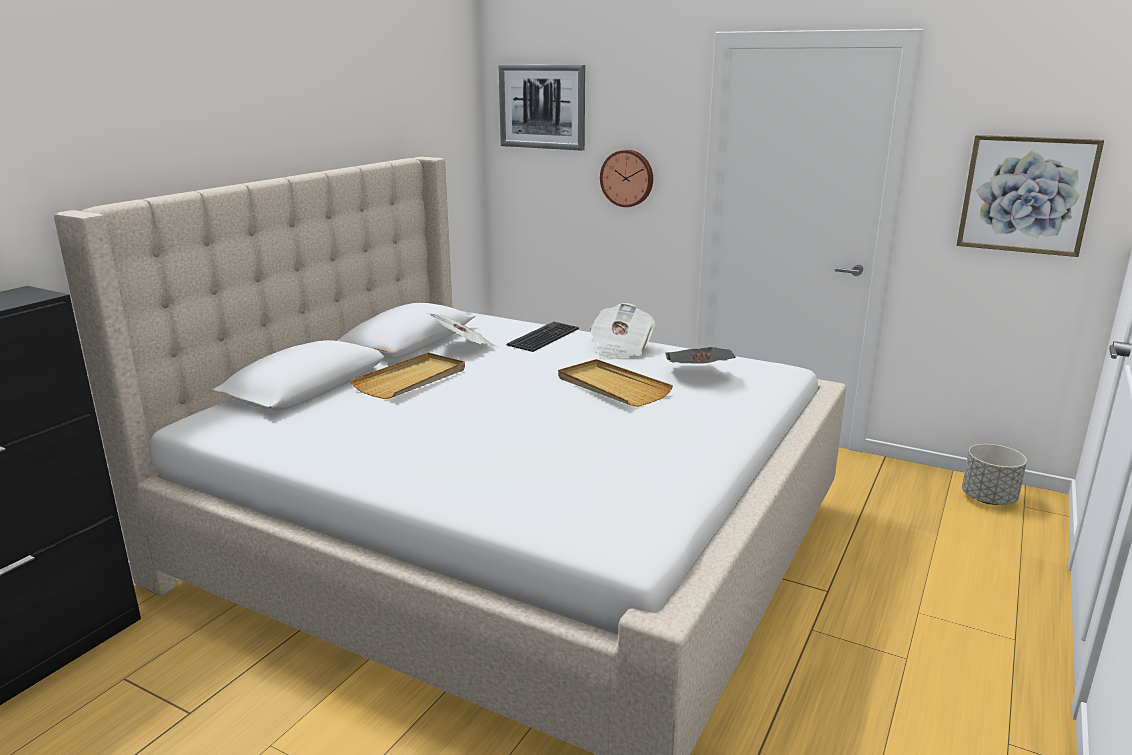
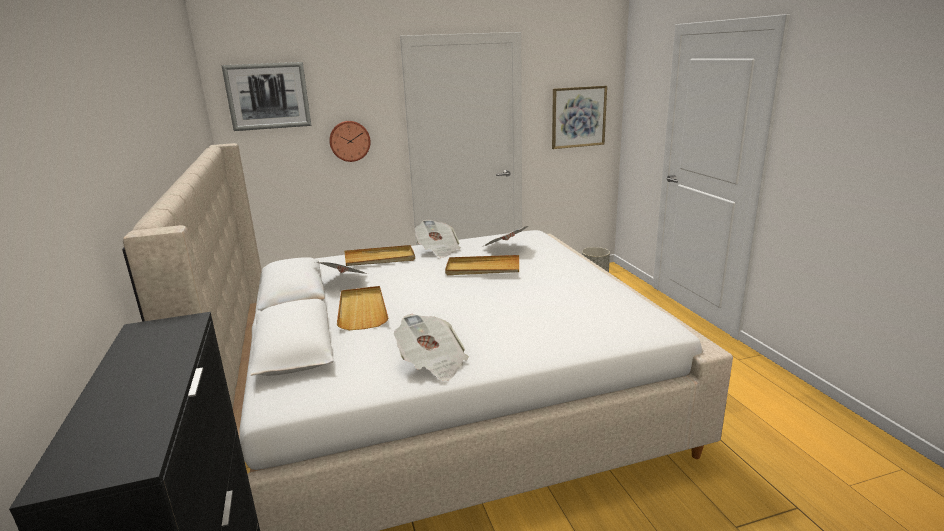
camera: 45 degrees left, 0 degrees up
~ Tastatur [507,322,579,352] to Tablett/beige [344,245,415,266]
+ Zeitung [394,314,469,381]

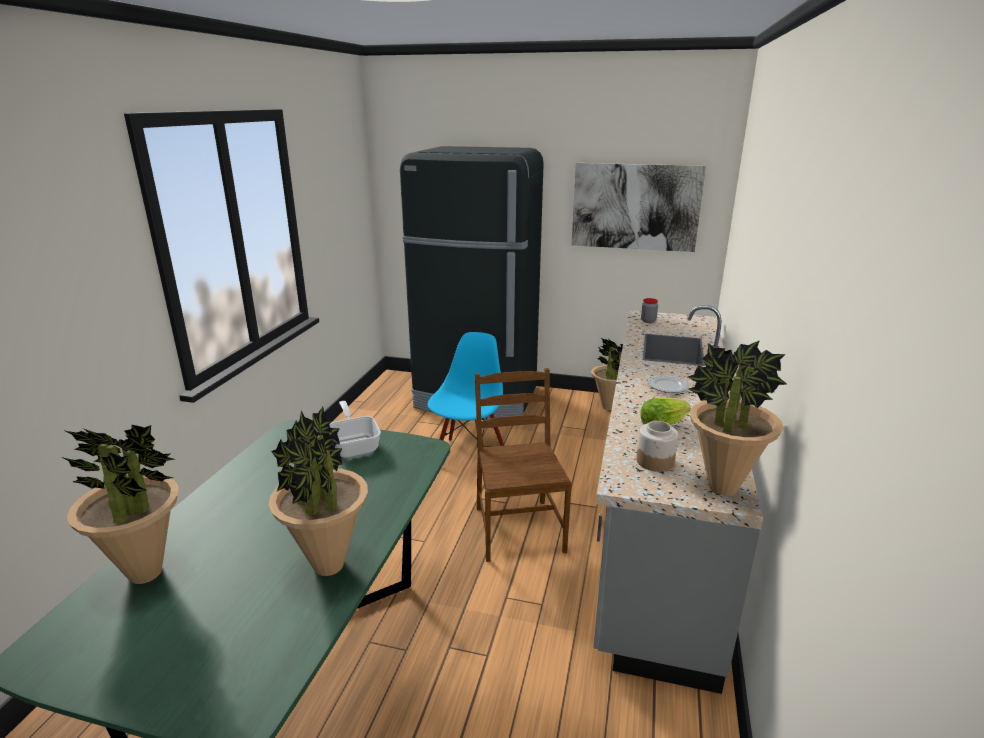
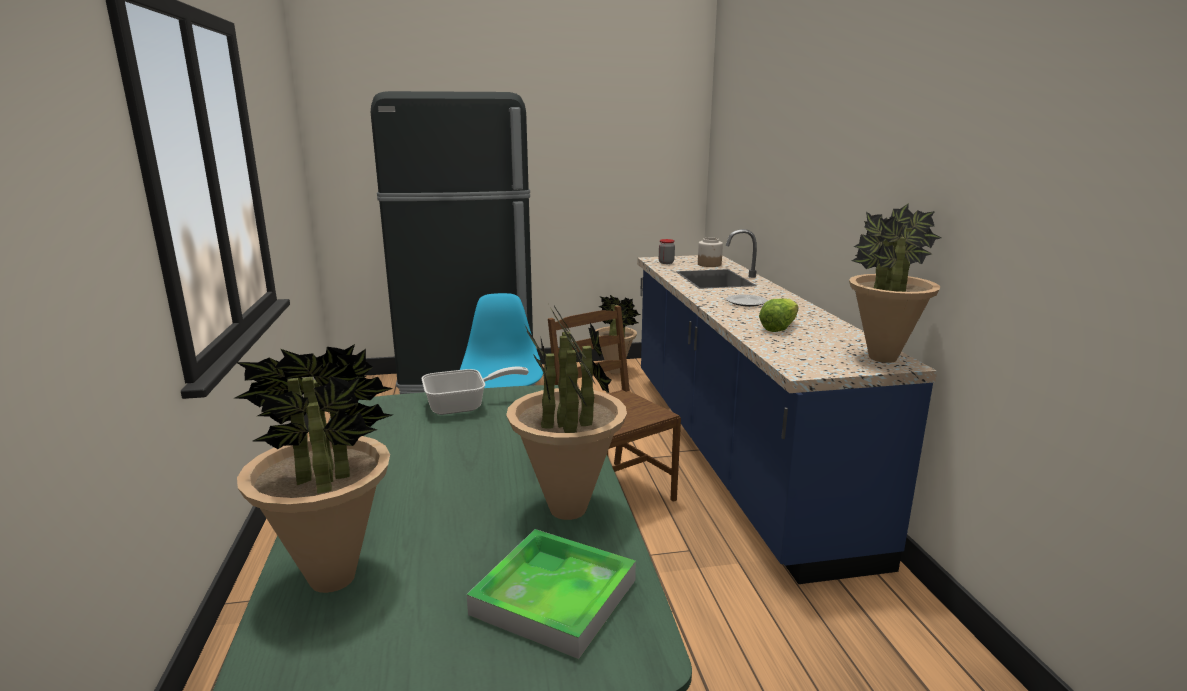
camera: 25 degrees left, 5 degrees down
~ Pfanne [330,401,381,458] = [421,367,529,415] 120 degrees clockwise
- Bild [571,163,706,252]
~ Küchenzeile/grau [594,305,763,694] to Küchenzeile/blau [637,229,937,584]
~ Vorratsglas [636,421,678,472] to [698,238,723,267]
+ Tablett [467,529,636,660]

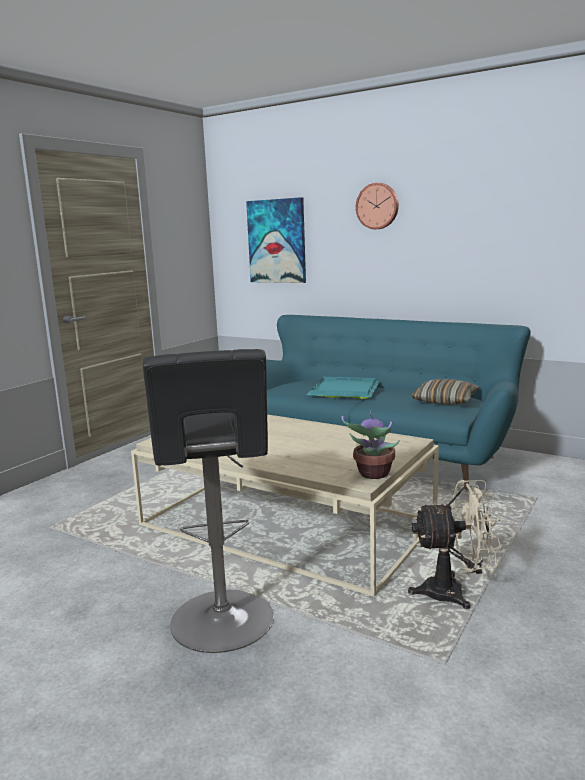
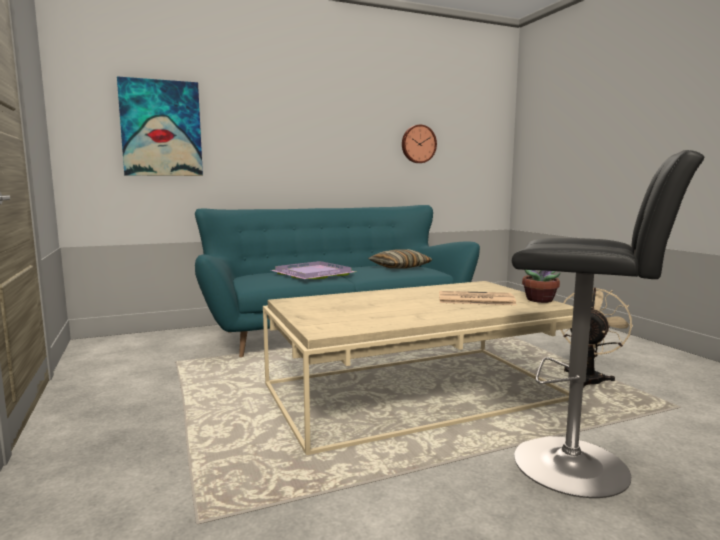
camera: 55 degrees left, 5 degrees down
~ Tablett/türkis [307,377,380,399] to Tablett/lila [271,261,356,279]
~ Wanduhr [356,183,399,229] to [402,125,437,163]
+ Zeitung [439,291,516,305]

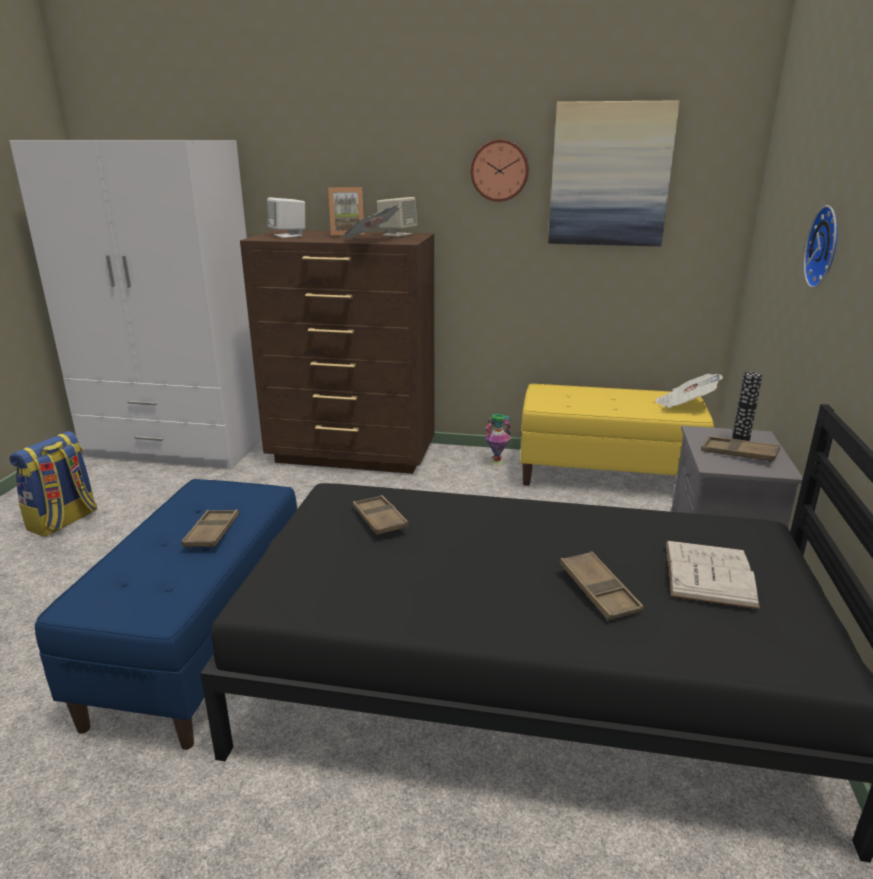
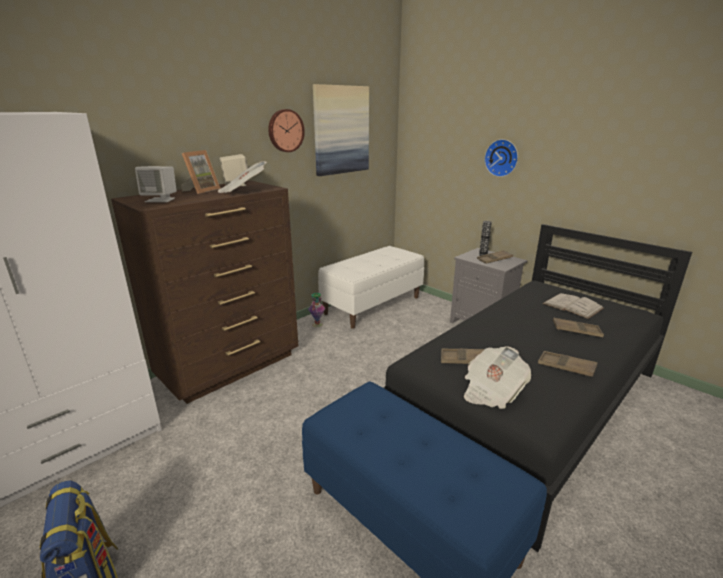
camera: 55 degrees left, 0 degrees up
~ Tablett/braun [181,509,239,548] to [538,351,598,377]
~ Bank/gelb [520,384,714,486] to Bank/weiß [318,246,424,329]
~ Zeitung [655,374,723,408] to [464,347,531,409]

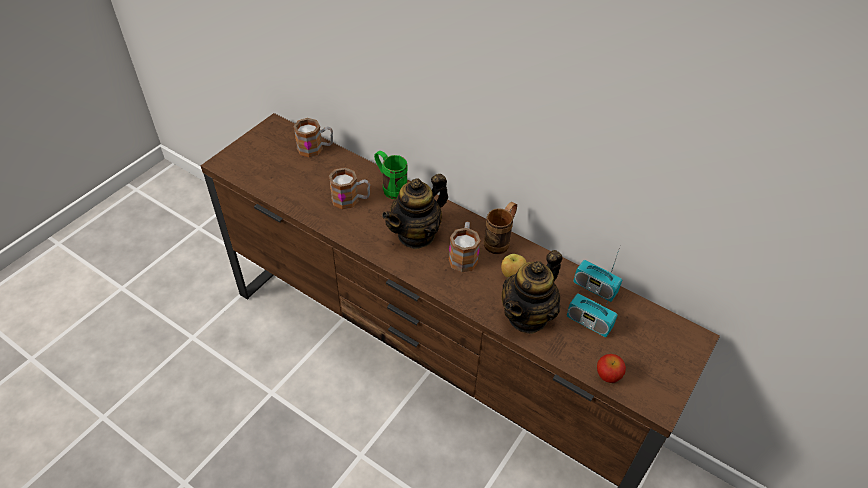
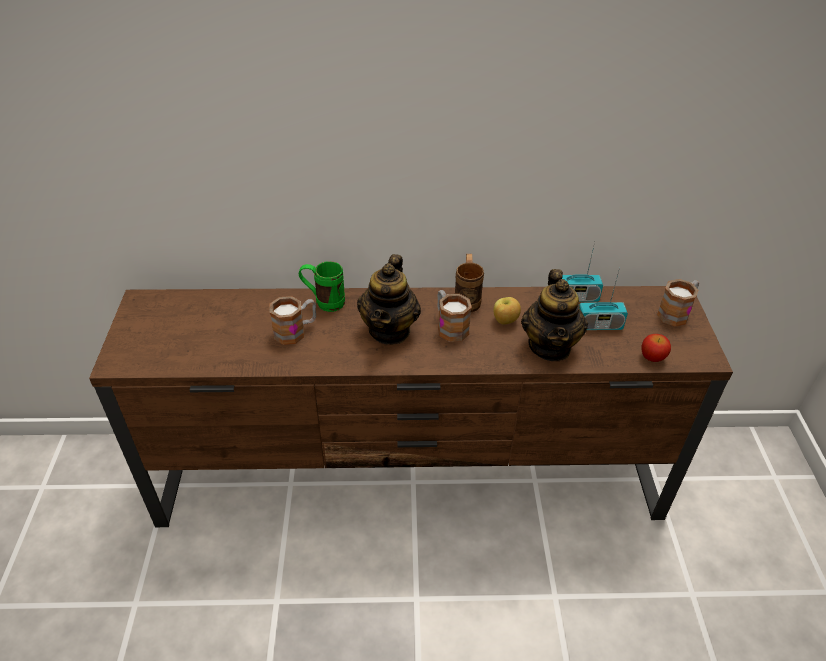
camera: 35 degrees left, 5 degrees down
~ Henkelbecher [293,118,333,157] to [657,279,699,327]

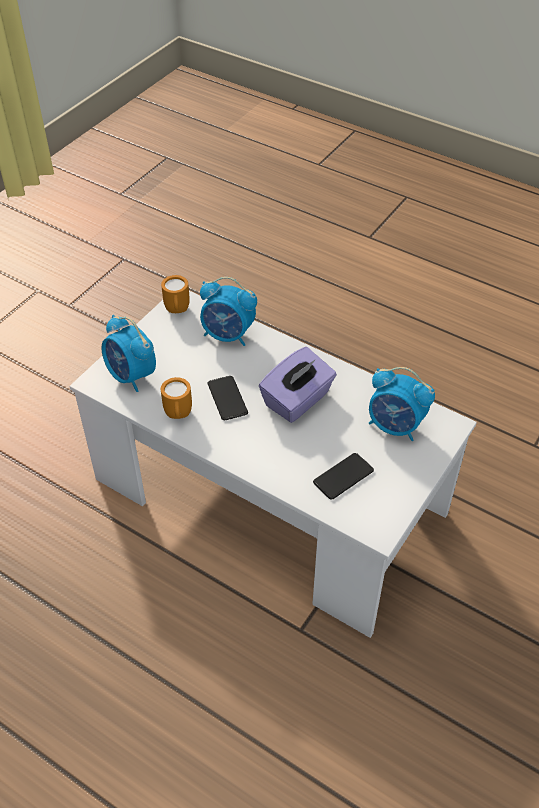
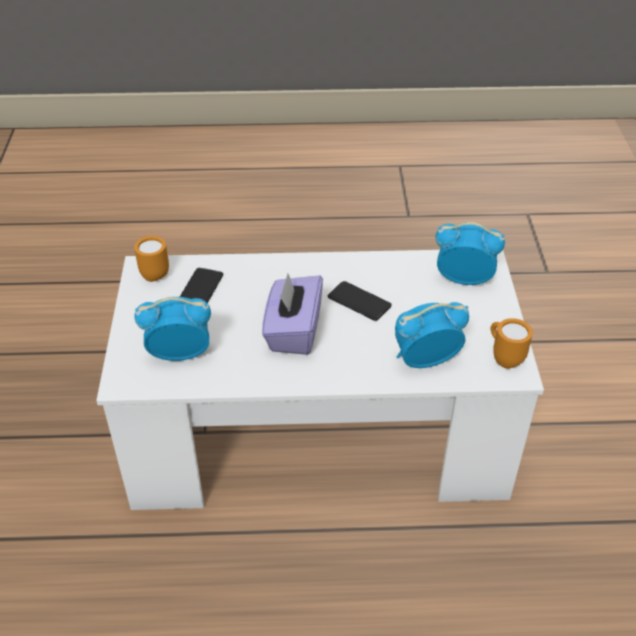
camera: 145 degrees right, 5 degrees down
~ Henkelbecher/orange [161,377,192,419] to [134,236,169,282]

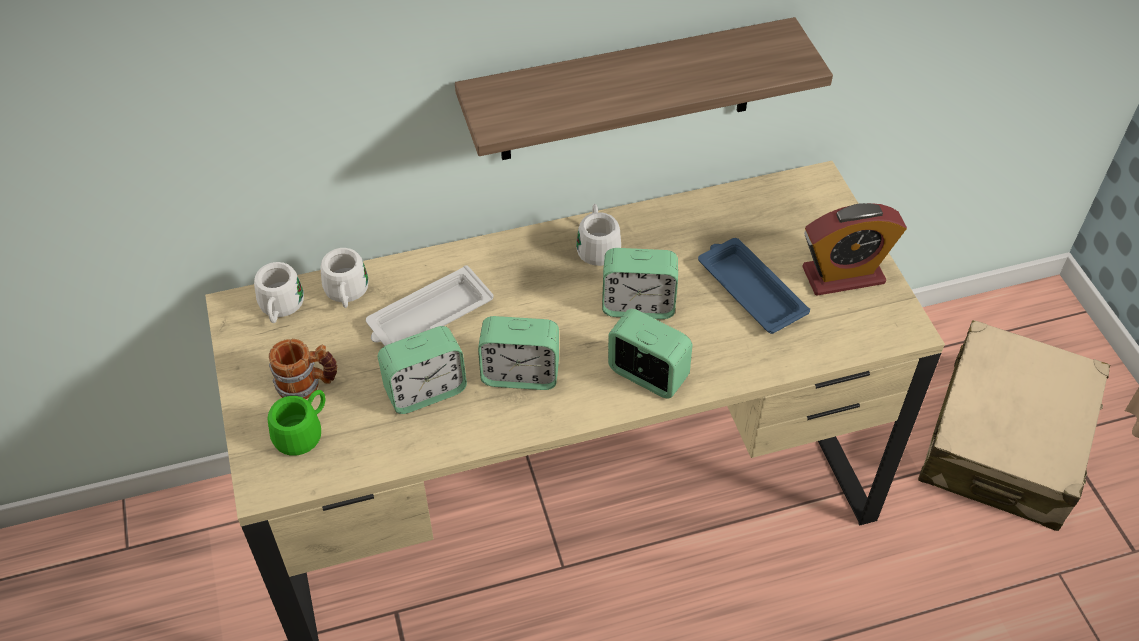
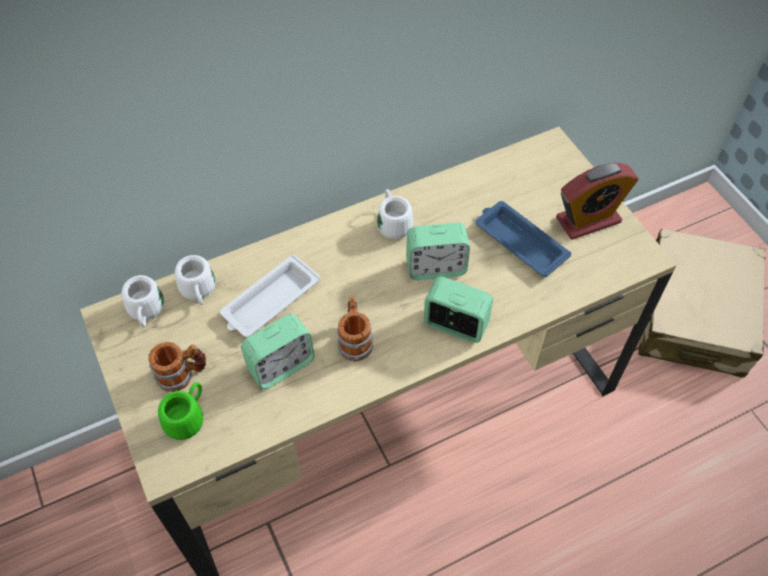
camera: 10 degrees left, 5 degrees up
- Wandregal [455,17,833,160]
~ Wecker [478,316,559,390] to Henkelbecher [337,296,373,361]

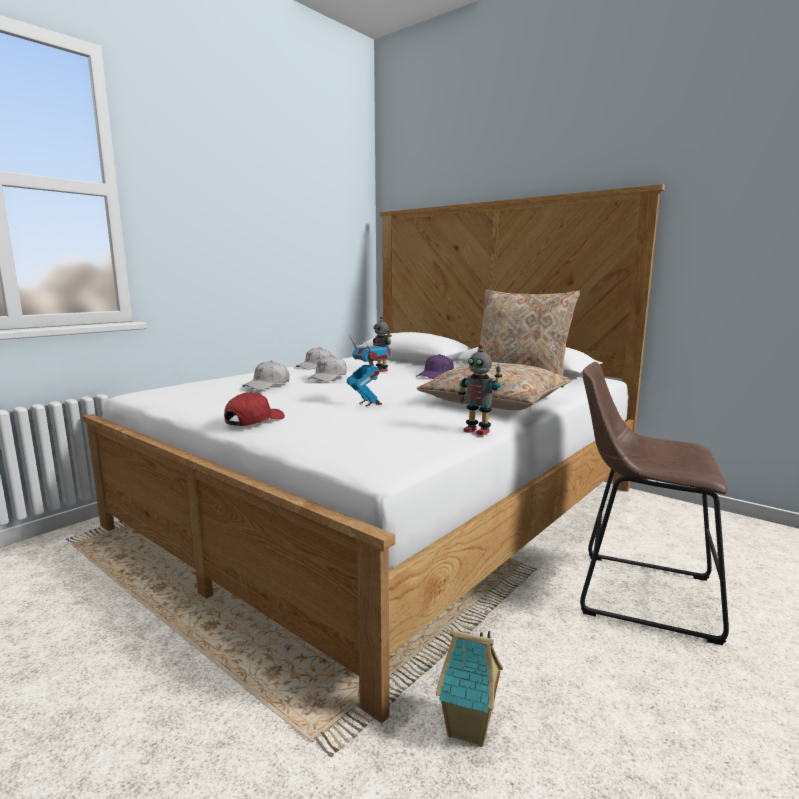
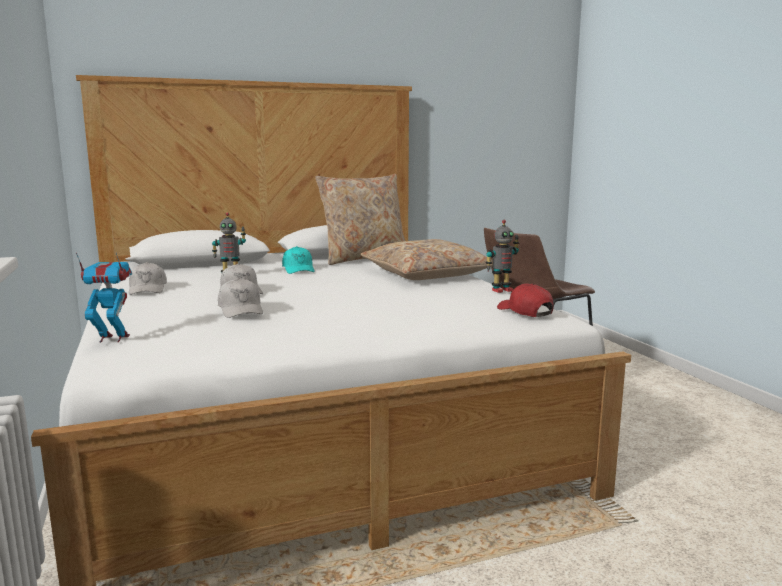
camera: 60 degrees left, 0 degrees up
~ Kappe/rot [224,392,285,426] to [497,284,554,317]
~ Spielzeugroboter [347,337,392,406] to [76,253,132,343]
~ Kappe/lila [417,354,454,379] to Kappe/türkis [282,246,315,274]
- Spielzeughaus [436,630,503,747]

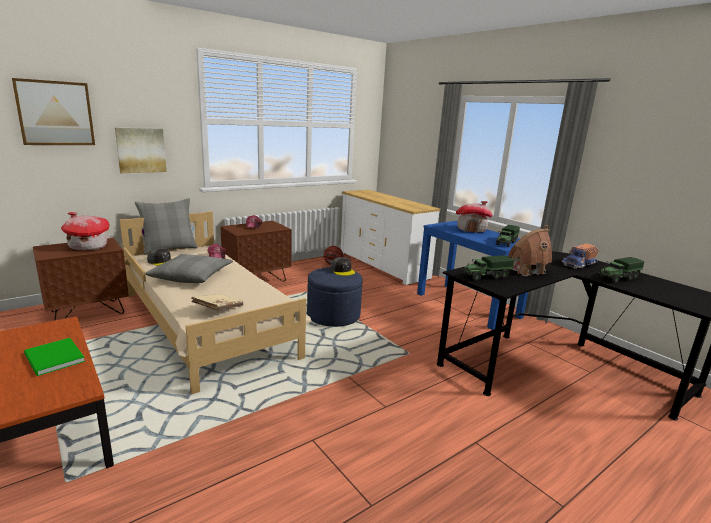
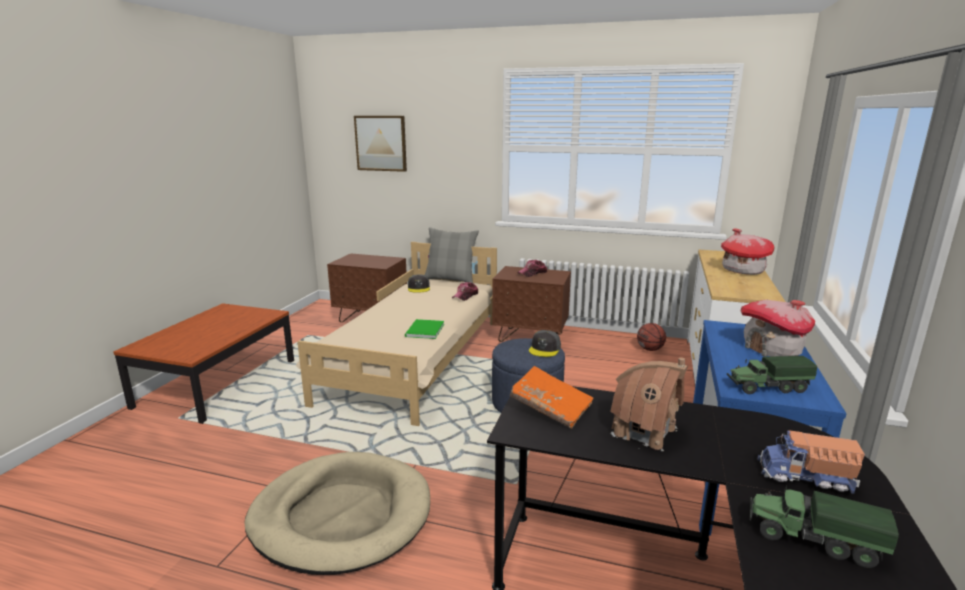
camera: 55 degrees right, 0 degrees up
~ Buch/grün [24,338,85,376] to [405,319,444,339]
~ Spielzeughaus [61,212,110,250] to [721,228,775,275]
- Bild [115,128,166,173]
- Kissen/grau [145,254,233,283]
- Buch/beige [192,294,243,310]
~ Spielzeuglaster [462,255,514,281] to Buch/orange [510,366,593,429]
+ Hundebett/beige [244,452,430,575]

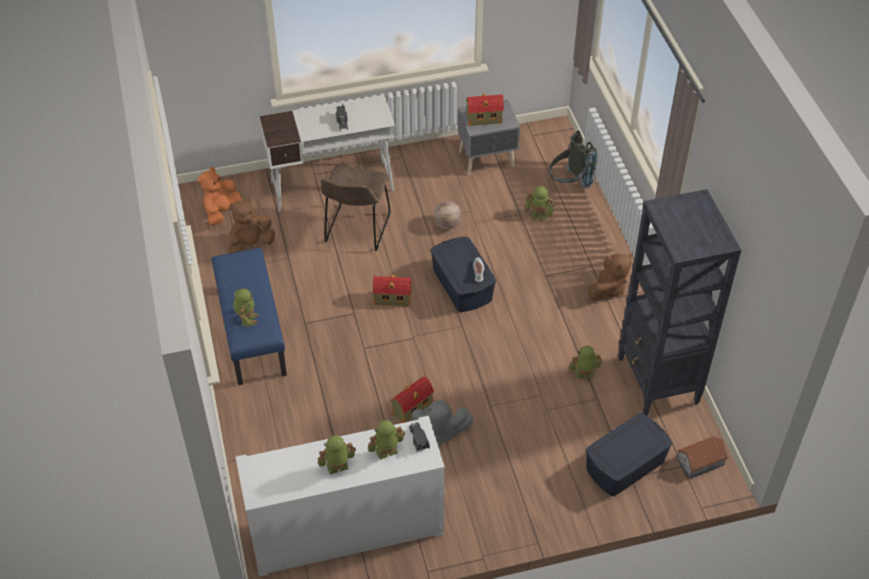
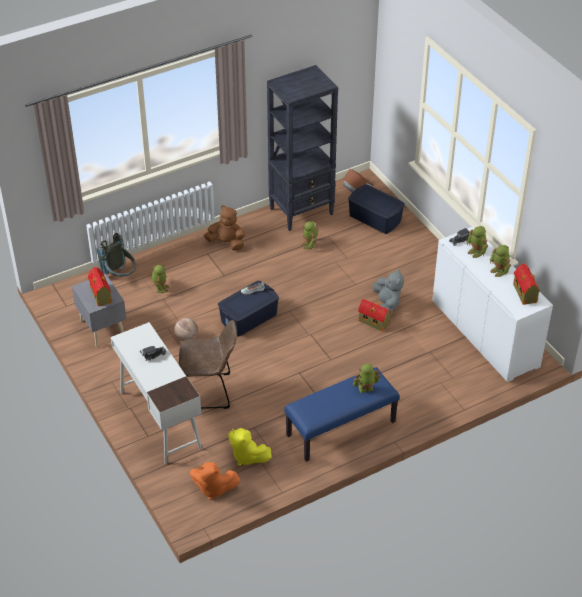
camera: 105 degrees left, 5 degrees down
~ Plüschtier/braun [228,199,275,253] to Plüschtier/gelb [228,428,272,466]
~ Spielzeughaus [373,274,412,307] to [513,264,540,305]

